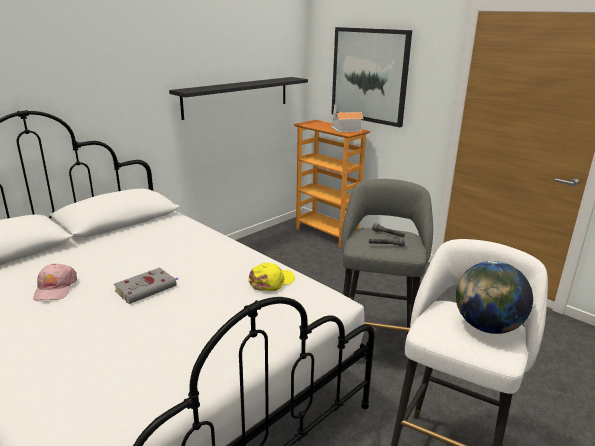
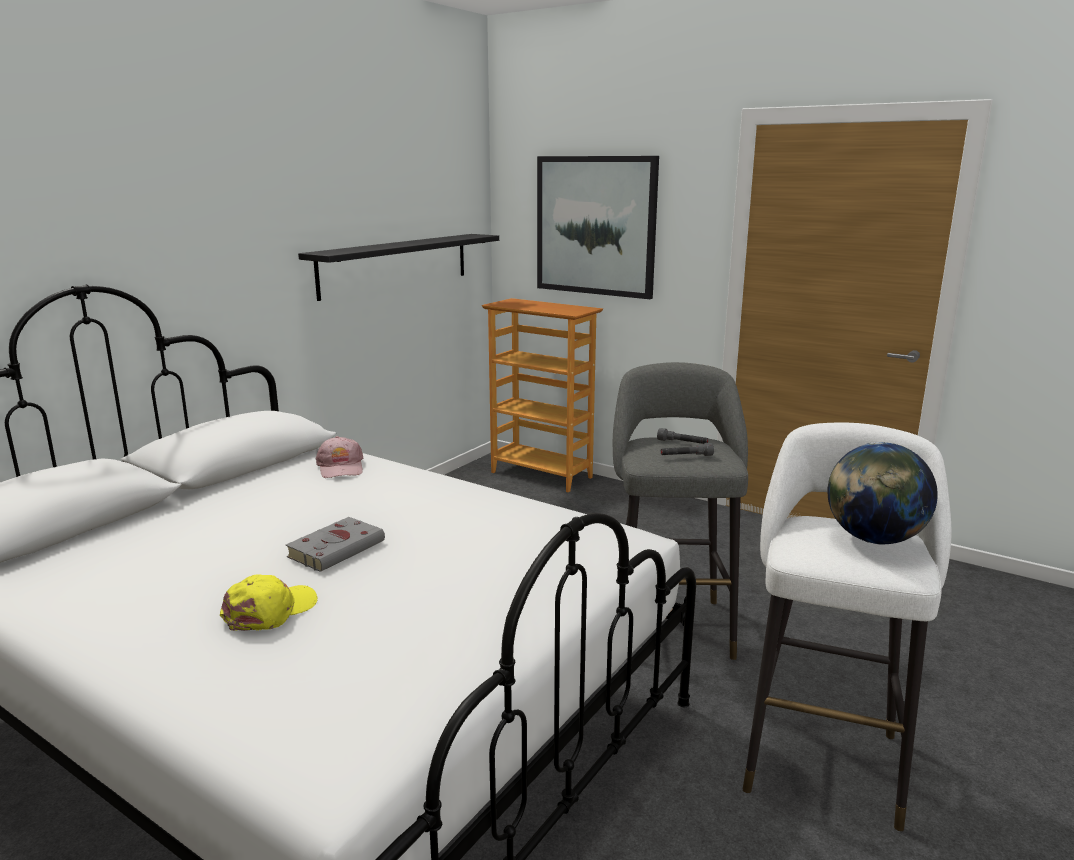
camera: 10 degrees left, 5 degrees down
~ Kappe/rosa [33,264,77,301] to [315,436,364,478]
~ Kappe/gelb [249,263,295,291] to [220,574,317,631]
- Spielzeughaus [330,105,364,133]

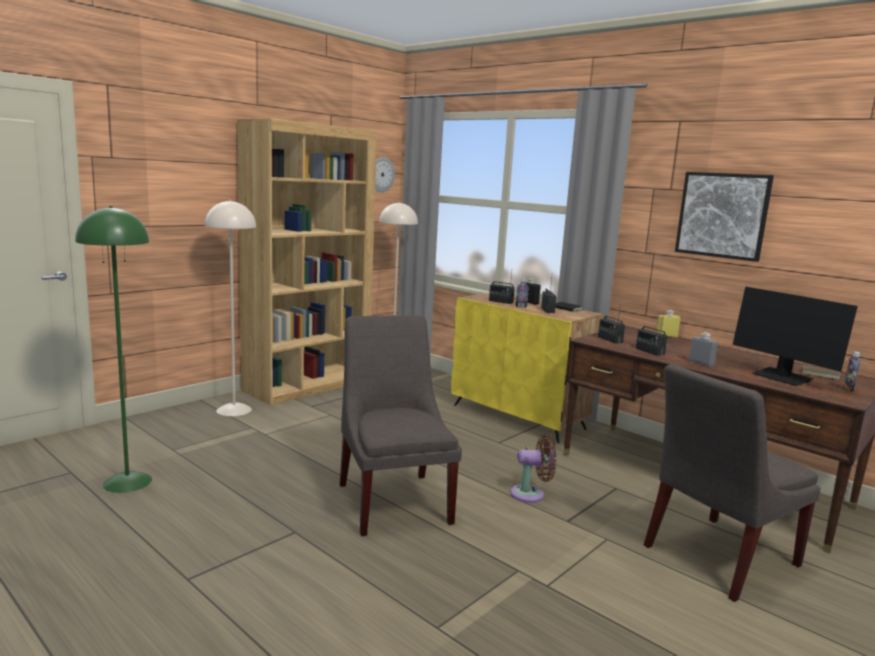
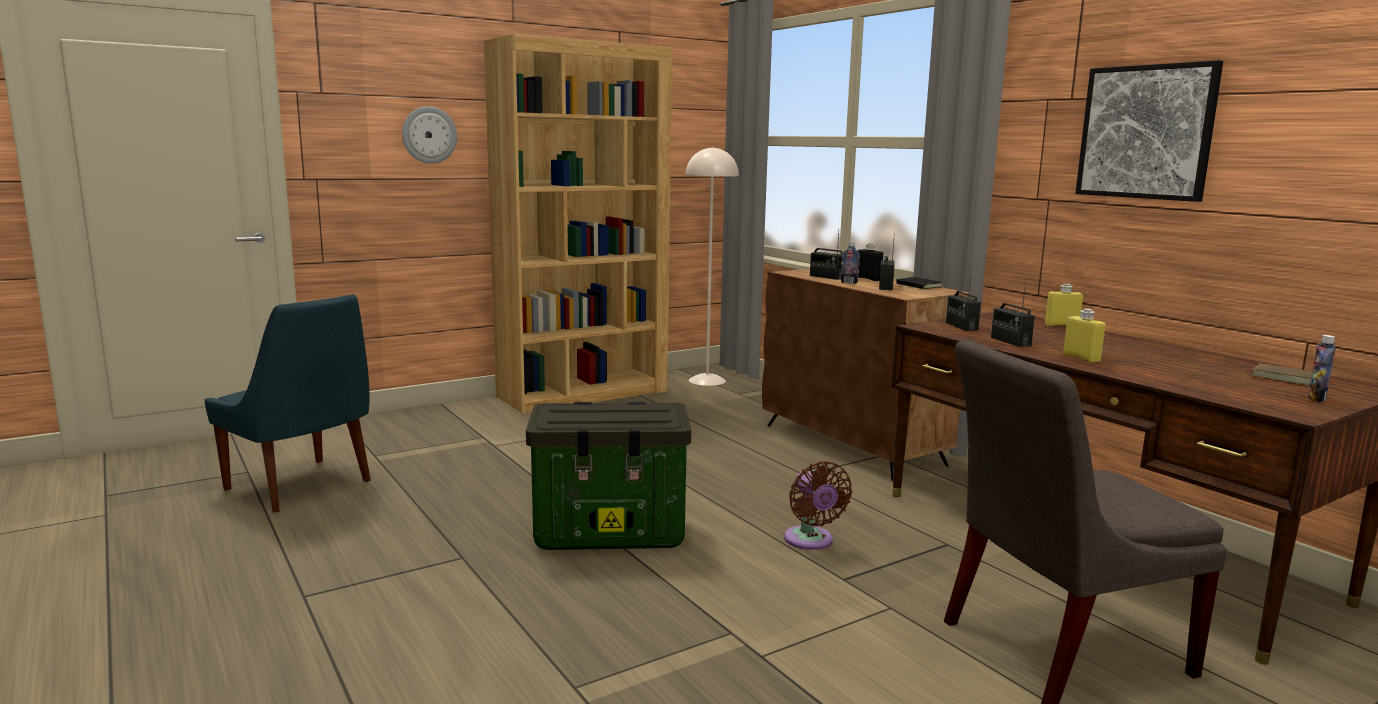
camera: 15 degrees right, 0 degrees up
~ Stehlampe/grün [75,206,152,493] to Stuhl/blau [205,294,371,513]
- Stehlampe/beige [205,200,256,416]
~ Stuhl/grau [339,315,462,536] to Aufbewahrungsbox [526,402,691,550]
~ Wanduhr [375,157,395,192] to [402,106,457,164]
~ Schrank/gelb [451,293,603,443] to Schrank/braun [762,269,971,481]
~ Ventilator/braun [510,435,556,503] = [784,461,852,550] 60 degrees clockwise
~ Flasche/grau [689,332,718,367] to Flasche/gelb [1063,309,1106,362]
- Monitor [733,287,858,386]

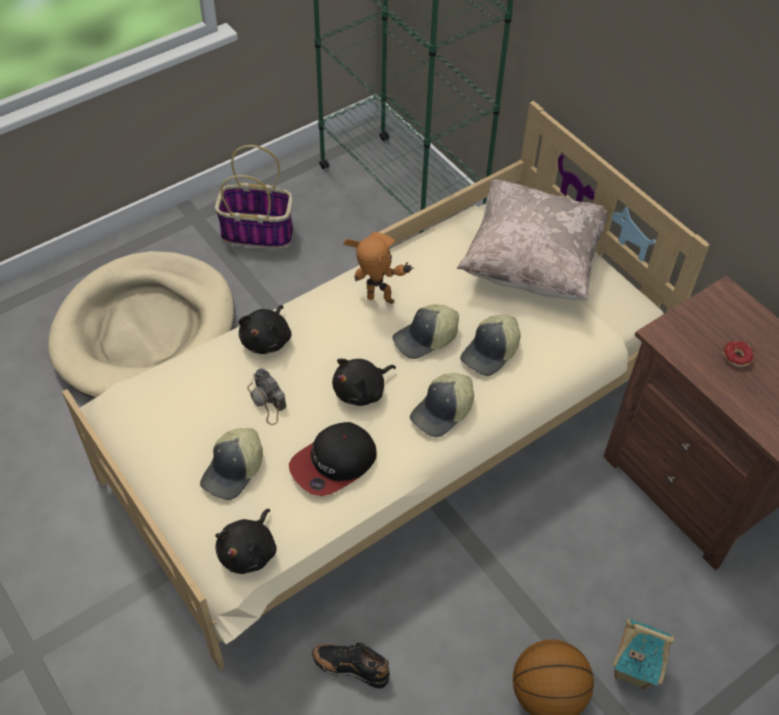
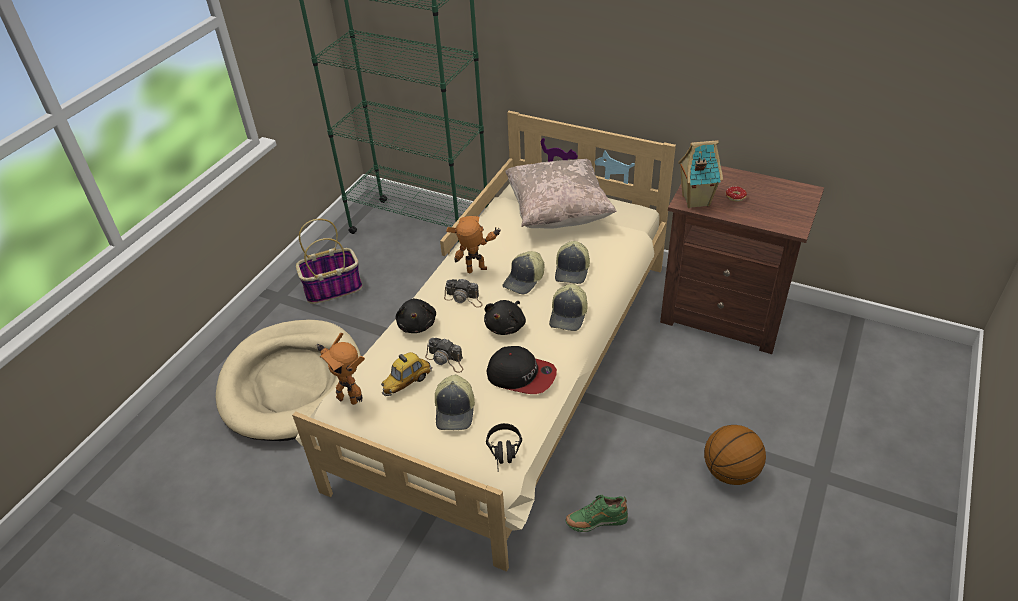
camera: 25 degrees left, 10 degrees down
~ Plüschtier/schwarz [215,509,277,574] to Kopfhörer/schwarz [486,423,522,472]
~ Kappe [289,422,376,496] = [487,346,557,394] 90 degrees counterclockwise
~ Schuh/schwarz [312,643,390,688] to Schuh/grün [565,495,628,532]
~ Spielzeughaus [612,618,675,690] to [678,140,723,208]
+ Spielzeugroboter [316,333,365,405]
+ Spielzeugauto [381,352,433,397]
+ Kamera [444,278,483,308]

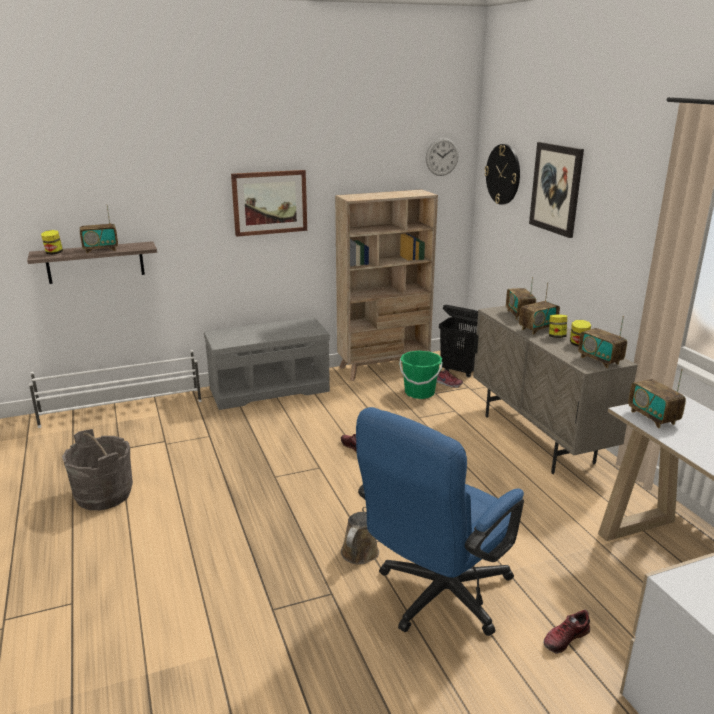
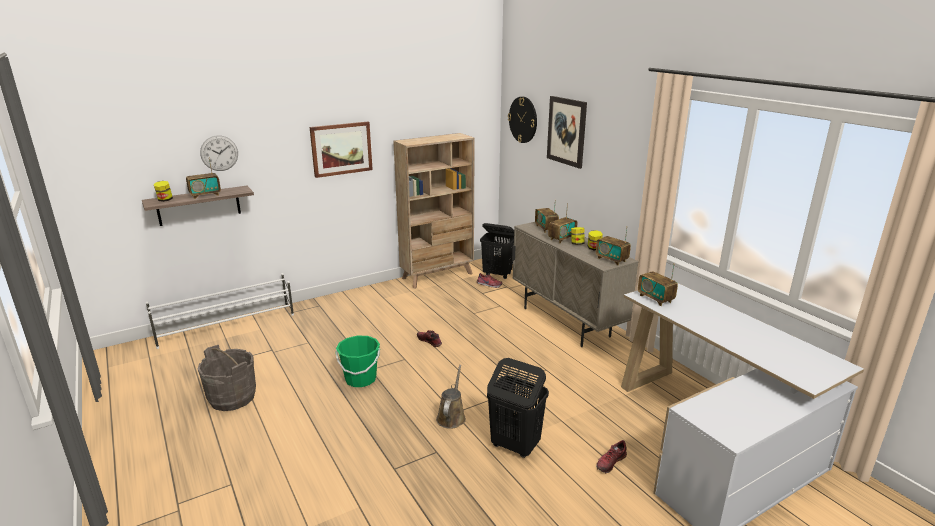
camera: 10 degrees left, 0 degrees up
- Bank/grau [204,317,330,410]
~ Bürostuhl/blau [356,407,524,636] to Wäschekorb/schwarz [487,358,549,458]
~ Eimer/grün [399,351,443,399] to [336,336,380,387]
~ Wanduhr [426,138,459,176] to [200,135,238,171]

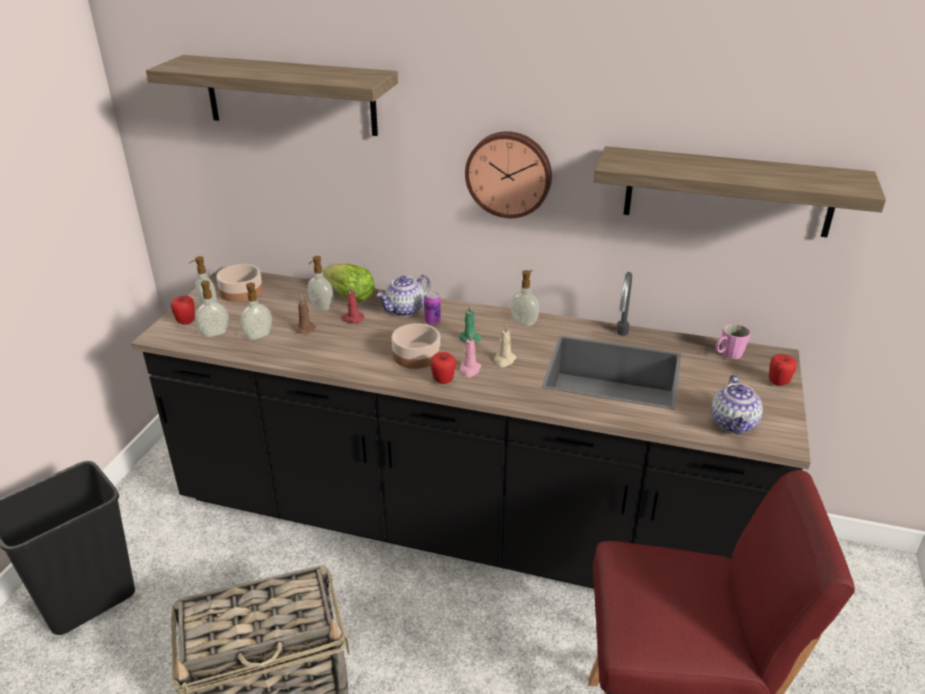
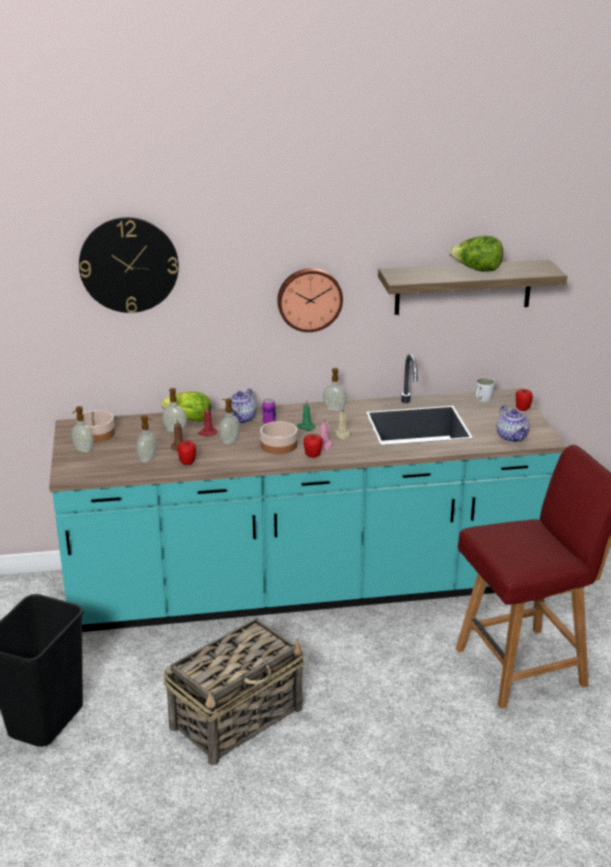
camera: 25 degrees left, 5 degrees down
~ Küchenzeile/schwarz [131,266,811,589] to Küchenzeile/türkis [49,354,567,632]
~ Wandregal [146,55,398,136] to Wanduhr [79,217,179,313]
~ Apfel [171,296,195,325] to [178,440,196,465]
~ Seifenspender [195,280,229,337] to [219,398,240,445]
~ Henkelbecher/rosa [716,324,751,359] to Henkelbecher/weiß [476,377,495,402]
+ Salatkopf [449,235,503,272]

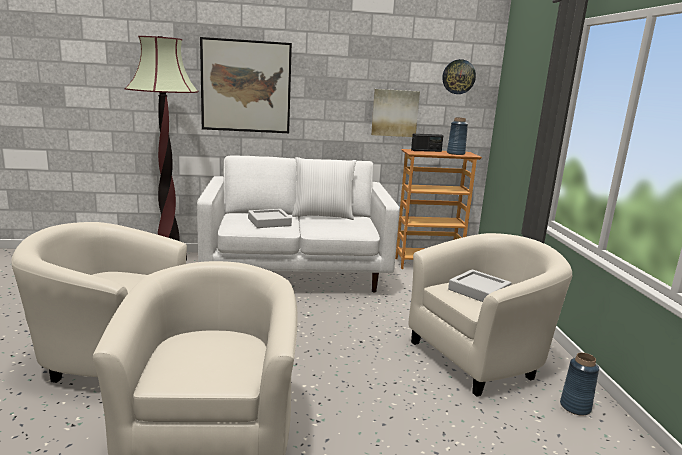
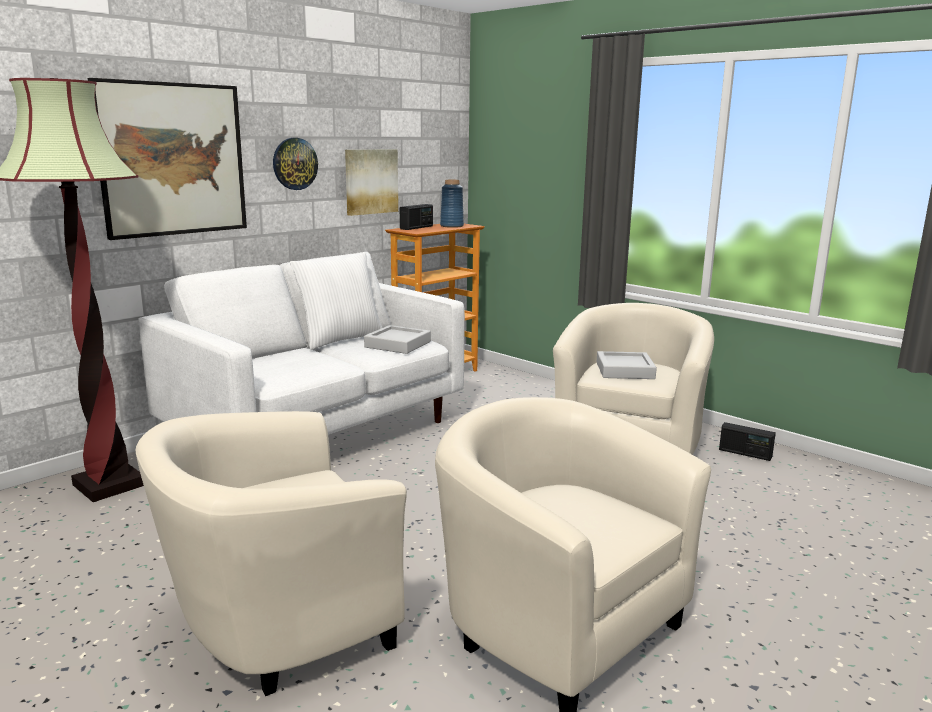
camera: 40 degrees left, 0 degrees up
~ Tablett/grau [248,209,292,228] to [364,325,431,354]
~ Wanduhr [442,59,476,94] to [273,138,318,190]
~ Vase/blau [560,353,599,416] to Radio [719,422,776,461]

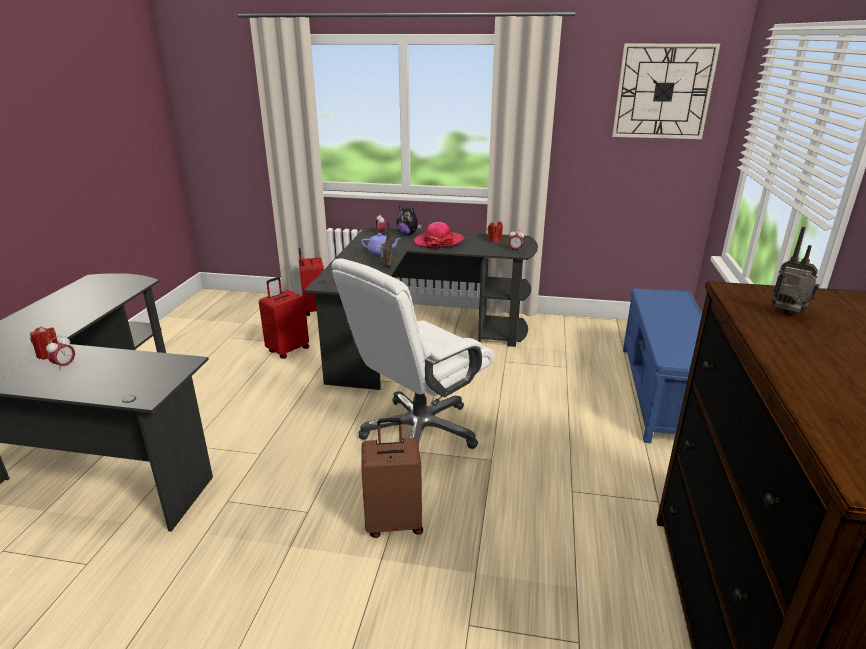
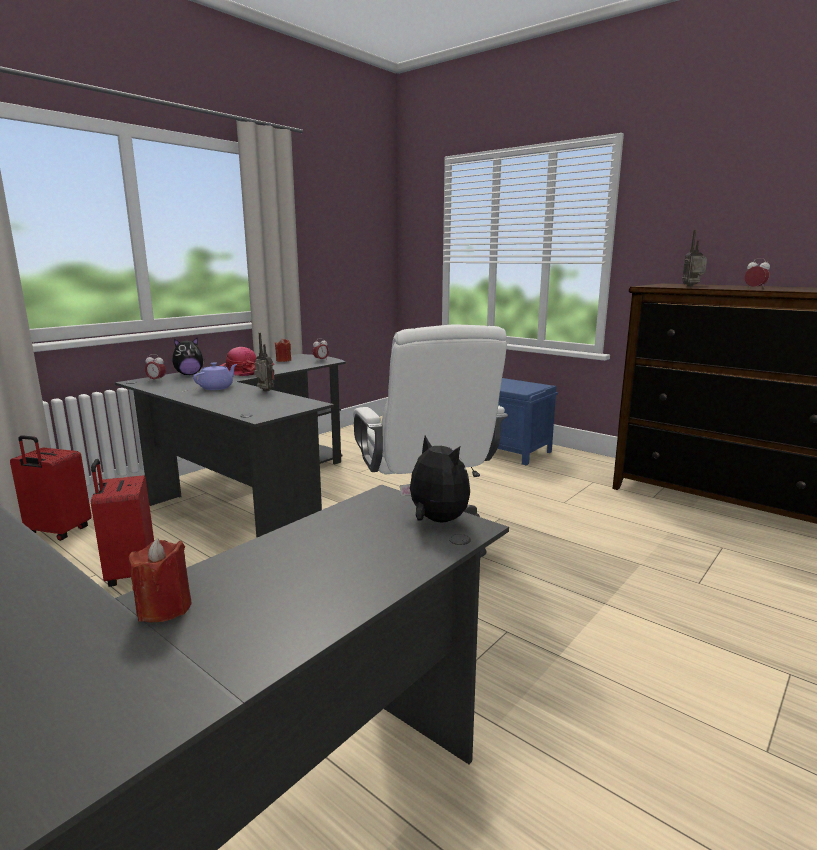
camera: 60 degrees left, 10 degrees down
~ Wecker [46,336,75,371] to [745,259,770,289]
- Koffer/braun [361,418,423,538]
- Wanduhr [612,43,720,139]
+ Plüschtier [400,436,470,522]

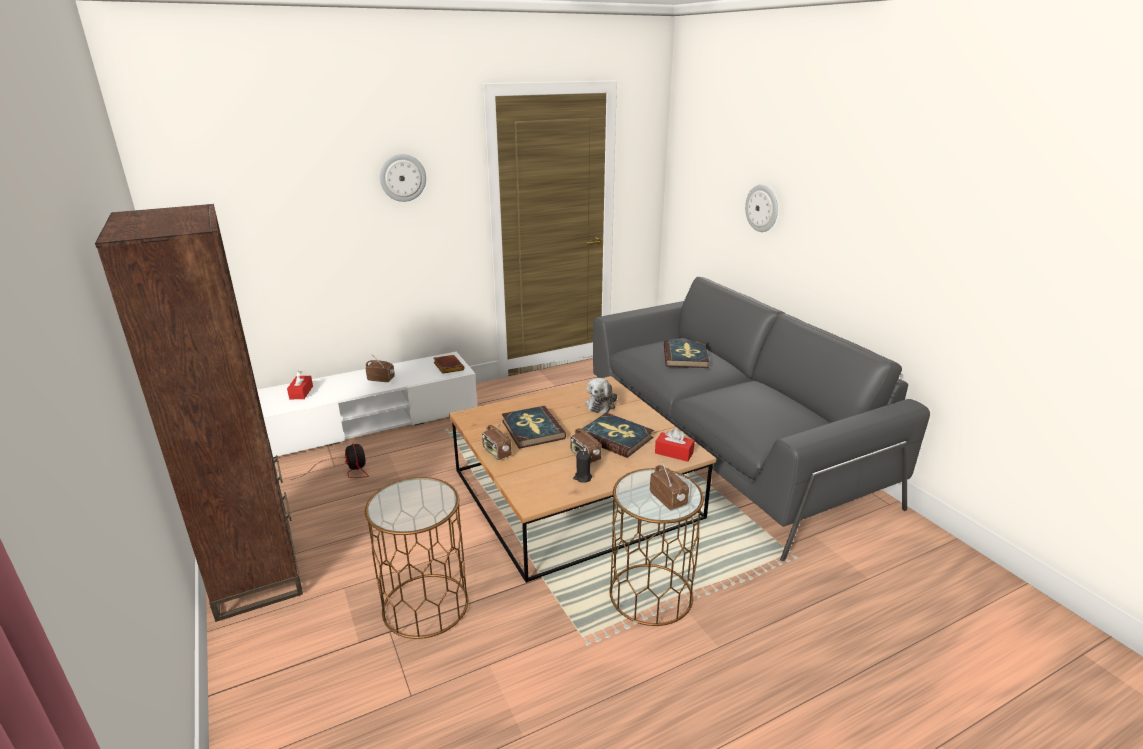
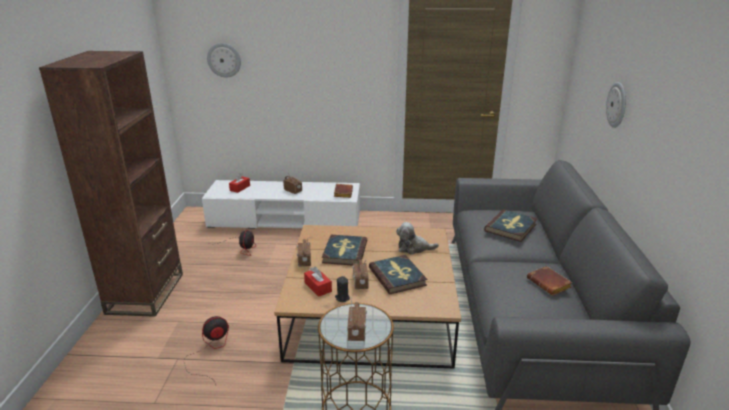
camera: 30 degrees right, 0 degrees up
~ Beistelltisch/braun [365,477,468,639] to Ventilator [184,316,229,385]
~ Wanduhr [380,154,426,202] to [207,43,241,78]
~ Plüschtier [586,378,617,414] = [396,222,439,255] 45 degrees clockwise
~ Taschentuchbox/rot [655,428,695,462] to [304,266,332,297]
+ Buch/braun [527,266,572,296]

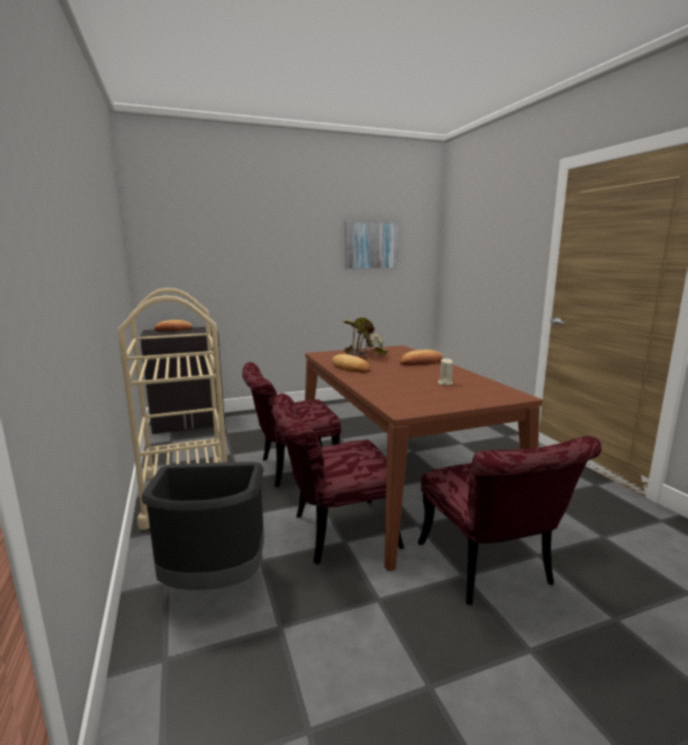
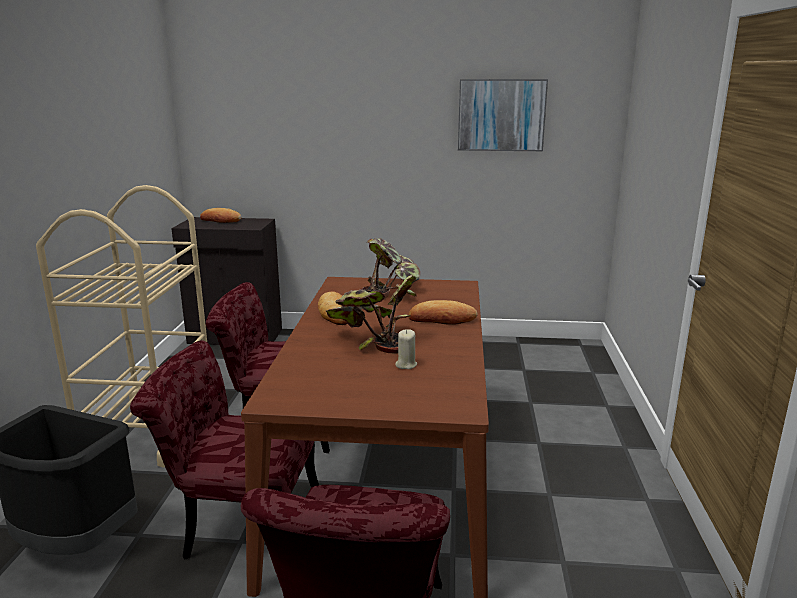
camera: 25 degrees right, 5 degrees up
+ Topfpflanze [326,275,416,354]

